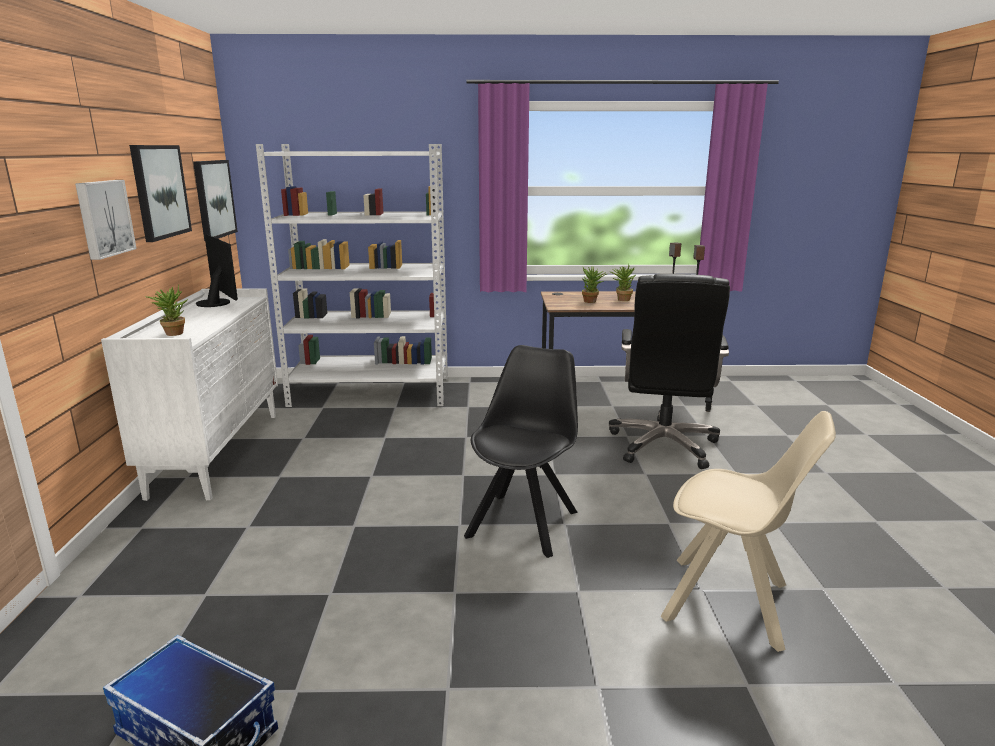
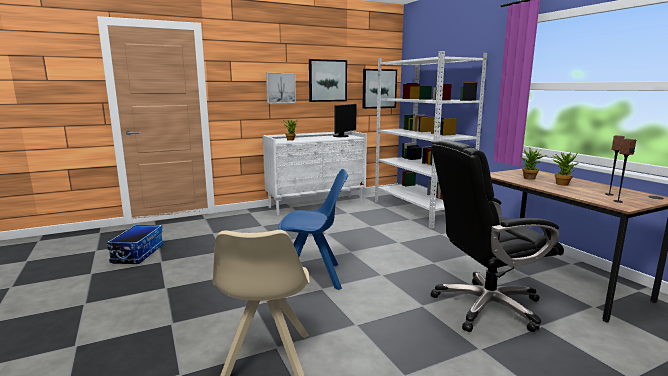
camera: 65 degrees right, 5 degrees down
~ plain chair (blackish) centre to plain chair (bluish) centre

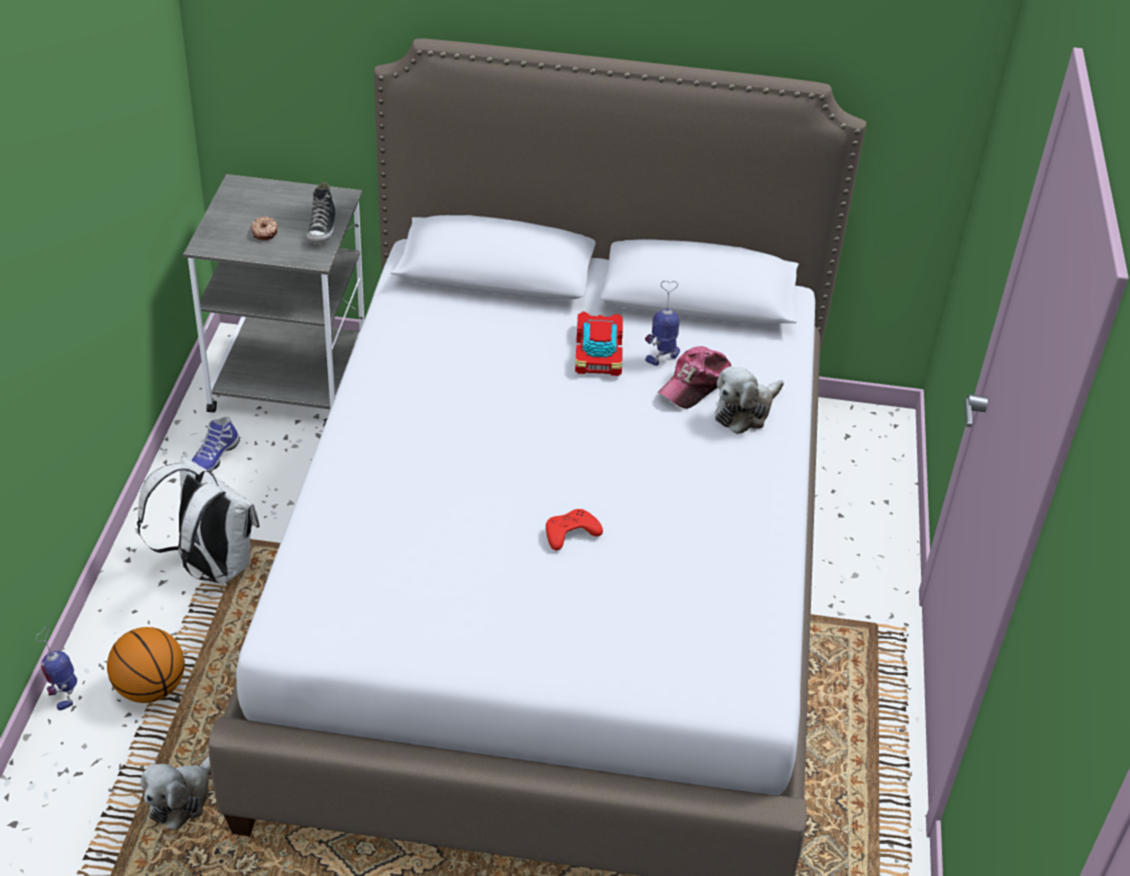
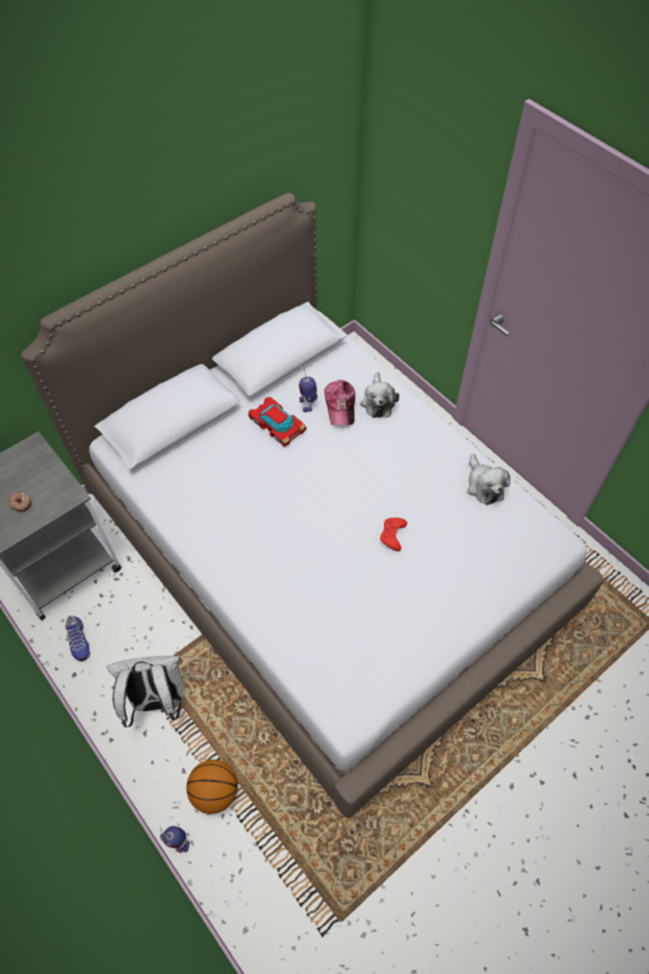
camera: 45 degrees left, 15 degrees up
~ plush toy (1st from left in the first image) bottom left to plush toy (2nd from left) middle right
- item of footwear (2nd from left) top left

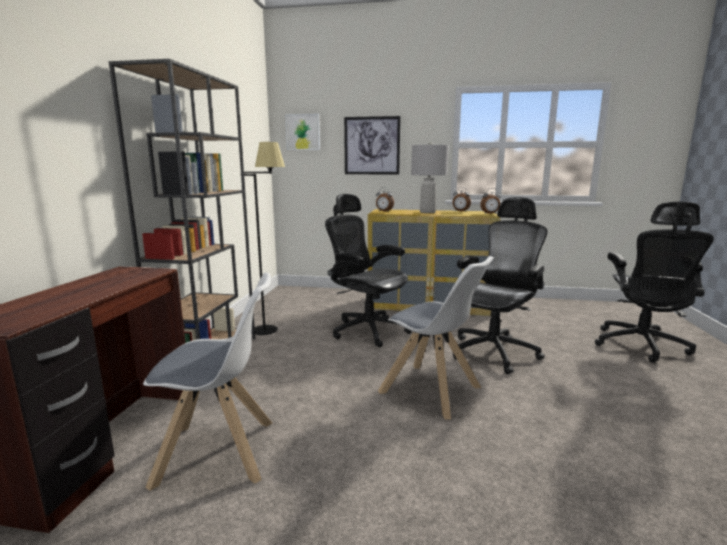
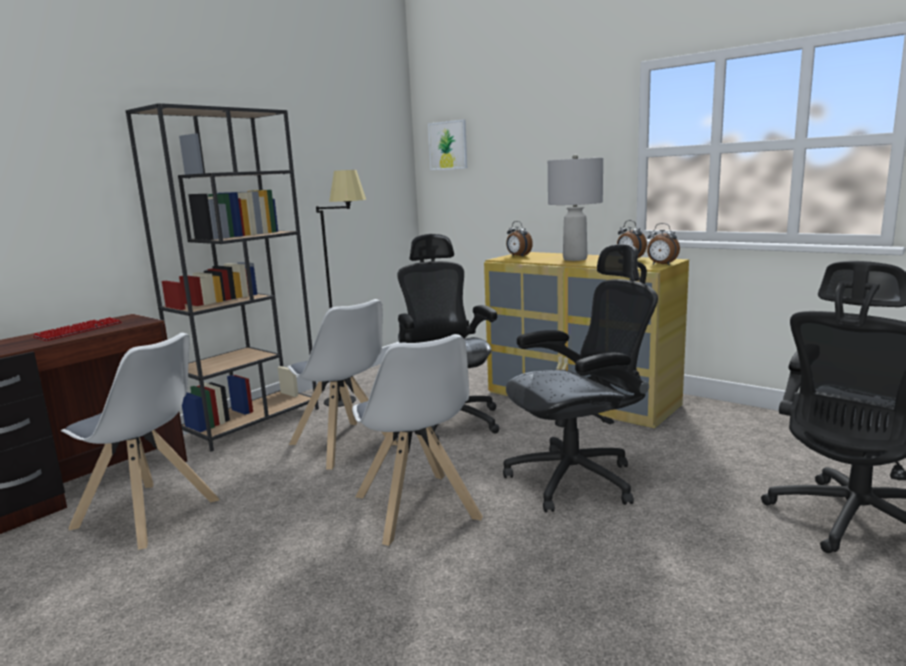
camera: 30 degrees right, 0 degrees up
- picture (2nd from left) top centre
+ keyboard middle left
+ plain chair (2nd from left) centre

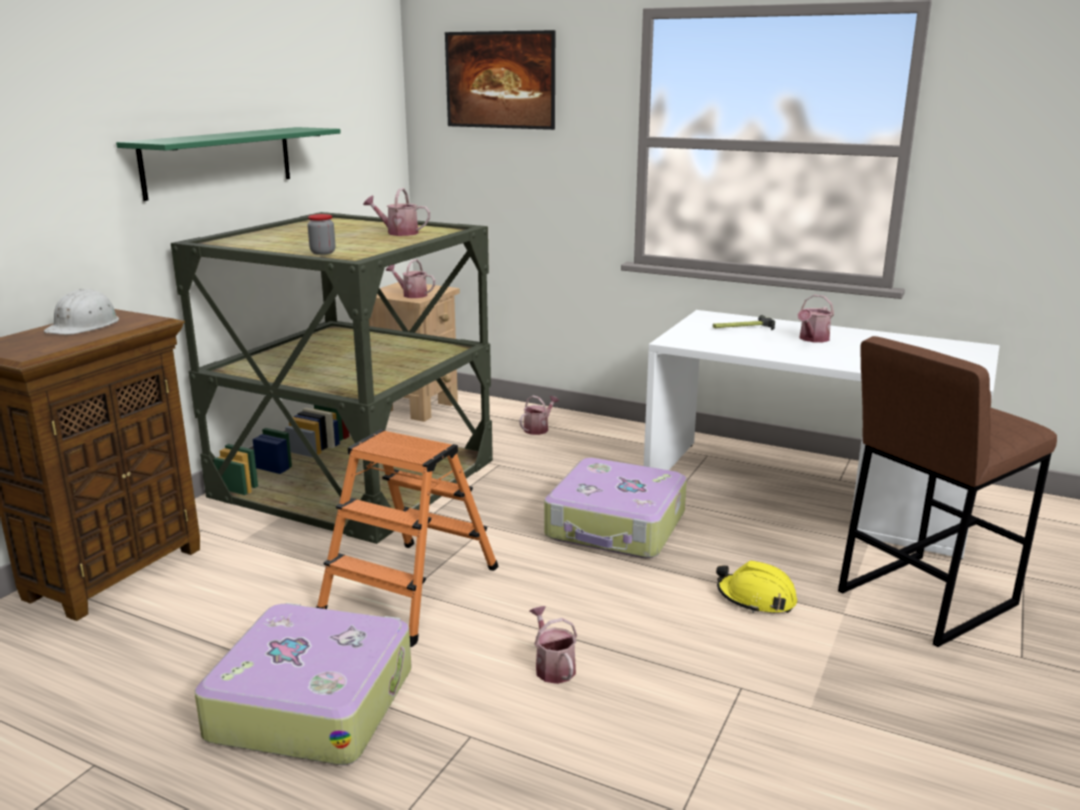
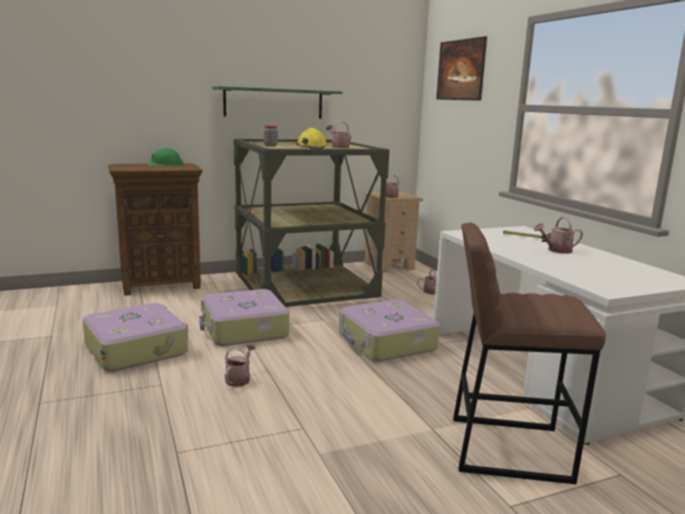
camera: 40 degrees right, 5 degrees down
~ hard hat (white) middle left to hard hat (green-coloured) top left
~ stepladder (orange-coloured) centre to piece of luggage (2nd from left) centre
~ hard hat (yellow-coloured) bottom right to top centre

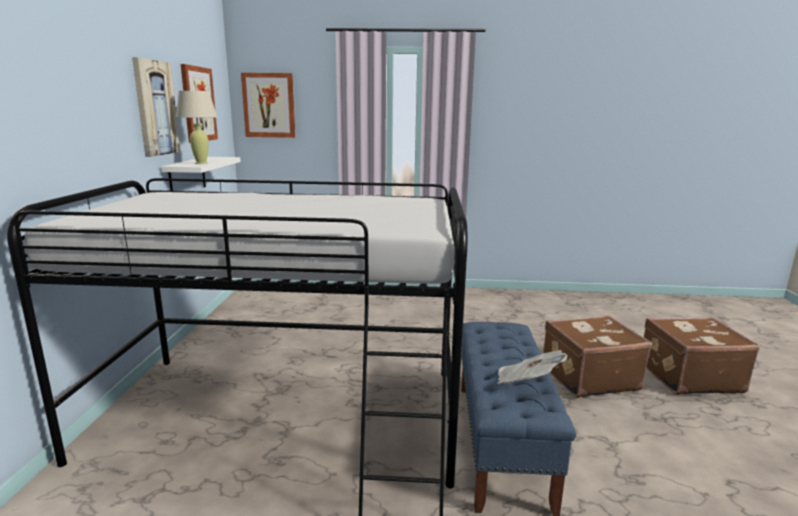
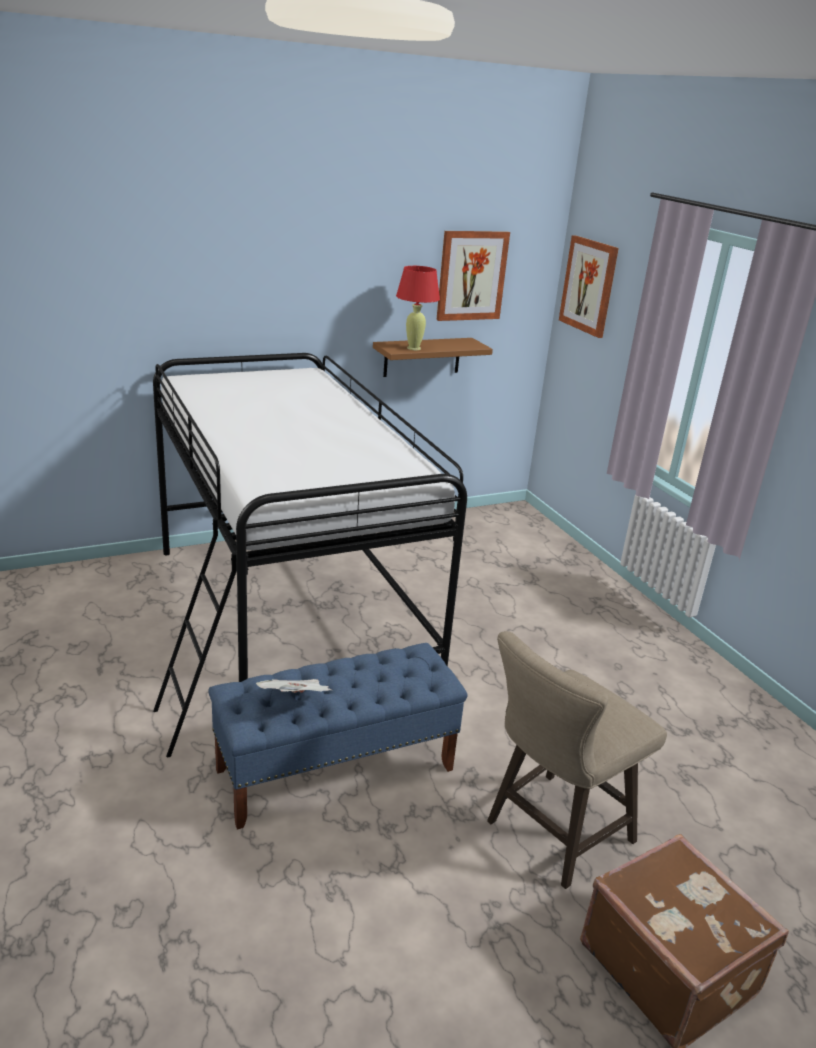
camera: 60 degrees right, 10 degrees up
- picture (1st from left) top left
~ wall shelf (white) middle left to wall shelf (brown-coloured) centre
~ table lamp (beige) top left to table lamp (red) top centre
~ piece of luggage (brown-coloured) (1st from left) bottom right to sitting stool (beige) bottom right

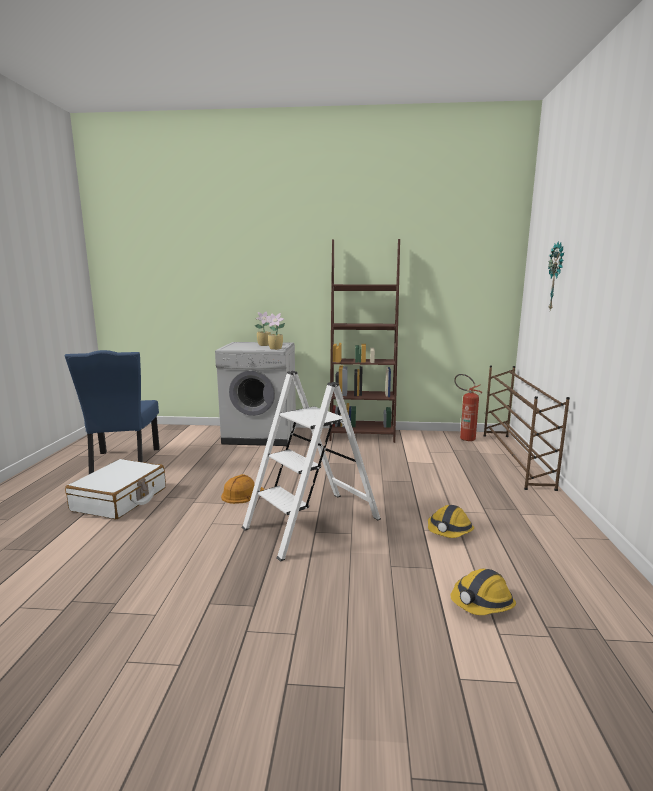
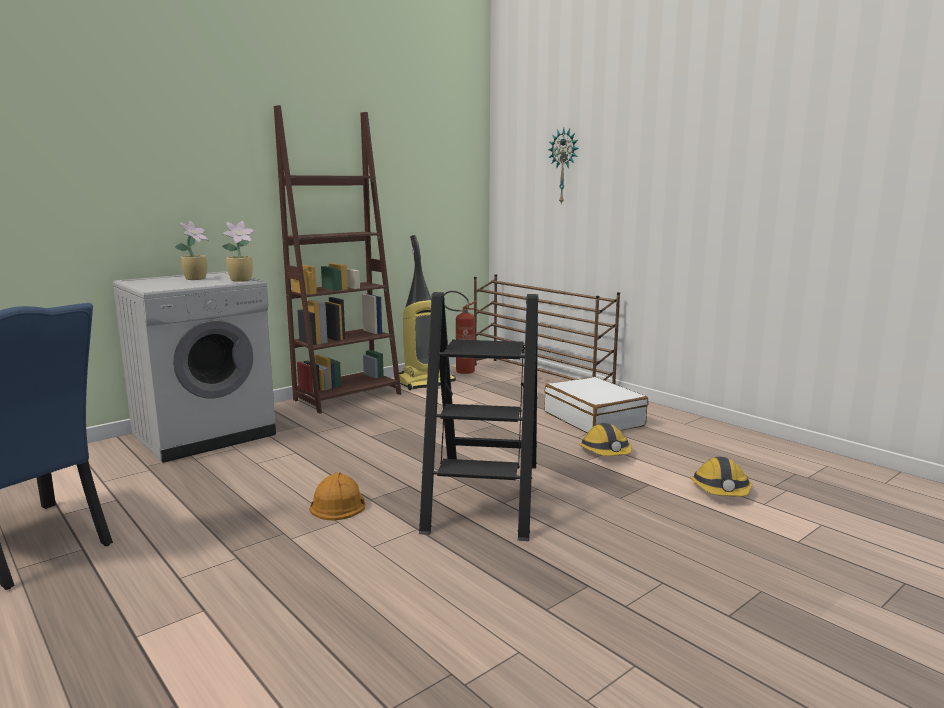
camera: 45 degrees left, 0 degrees up
~ piece of luggage (white) middle left to centre
~ stepladder (white) centre to stepladder (blackish) centre
+ hoover centre

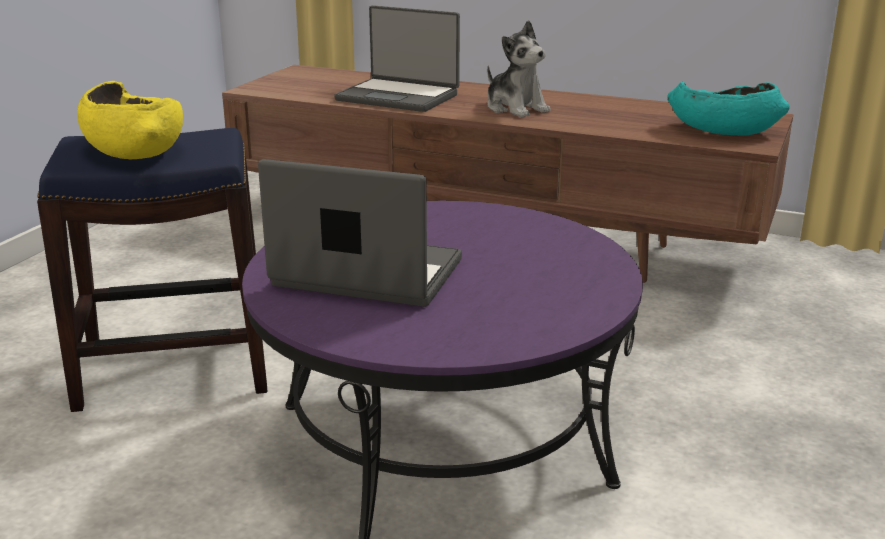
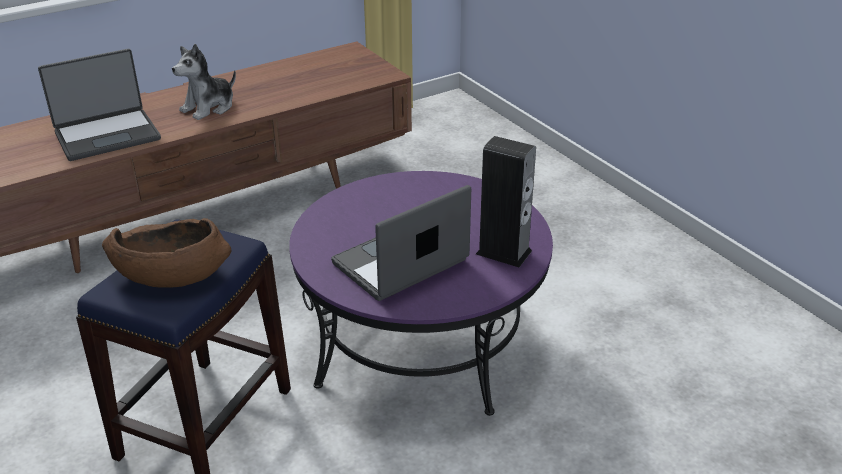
camera: 55 degrees left, 10 degrees up
~ deep dish (yellow-coloured) top left to deep dish (brown-coloured) middle left
~ plush toy top centre = top left 135 degrees clockwise
- deep dish (turquoise-coloured) top right
+ loudspeaker centre

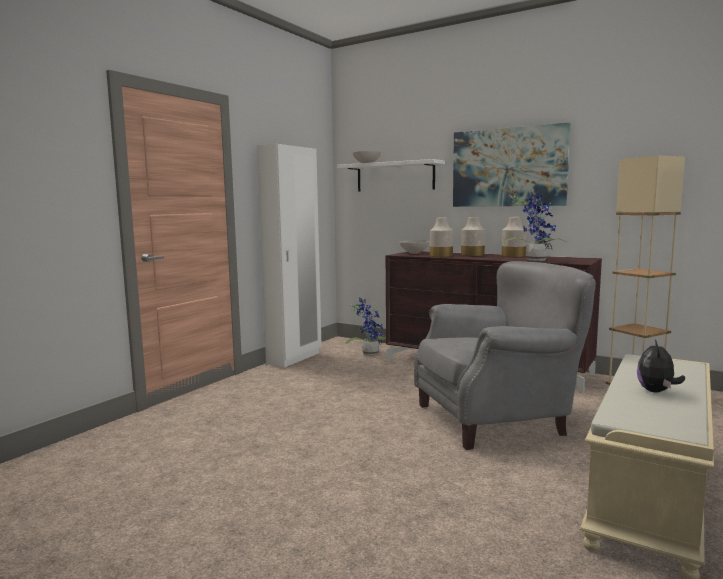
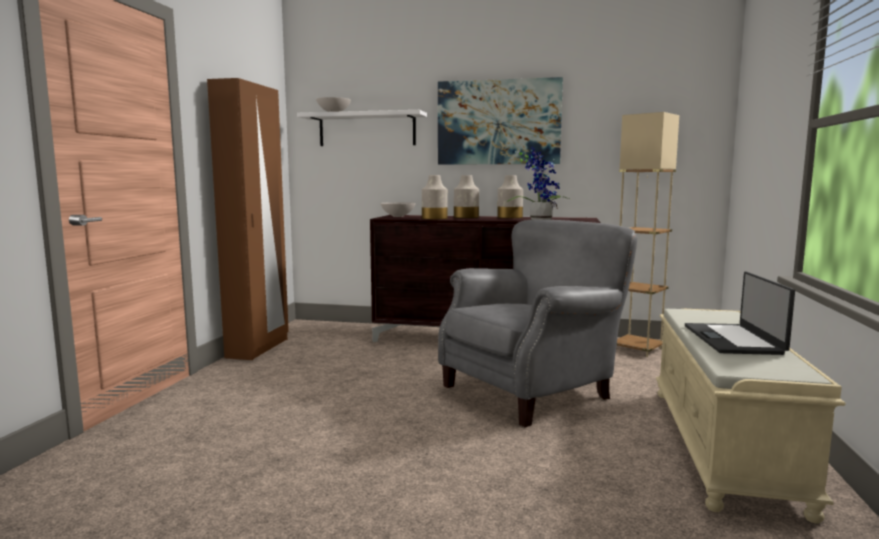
camera: 20 degrees left, 0 degrees up
~ wardrobe (white) centre to wardrobe (brown-coloured) middle left
- plant in a pot (1st from left) centre
~ plush toy middle right to notebook computer middle right

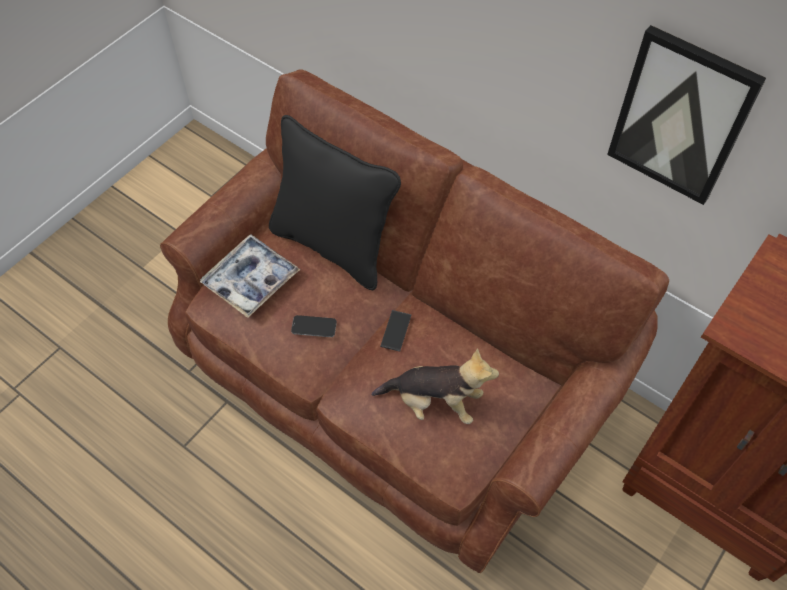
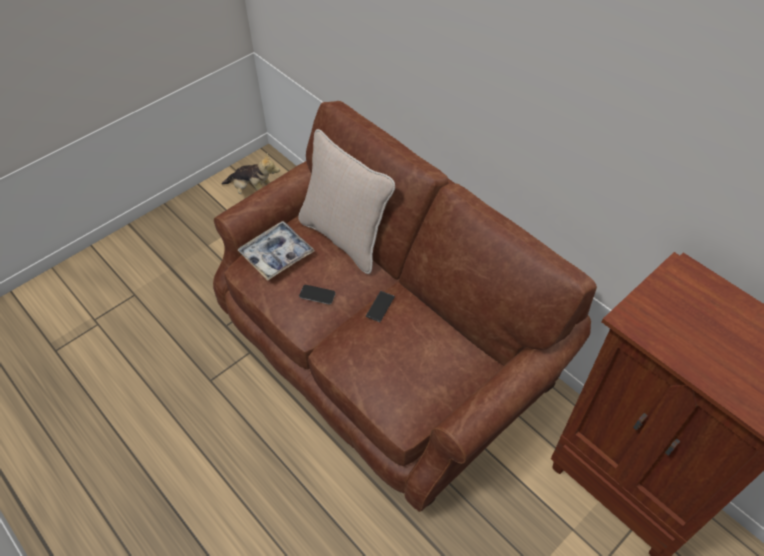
camera: 10 degrees right, 5 degrees down
~ throw pillow (blackish) centre to throw pillow (beige) centre
~ plush toy centre to top left
- picture top right

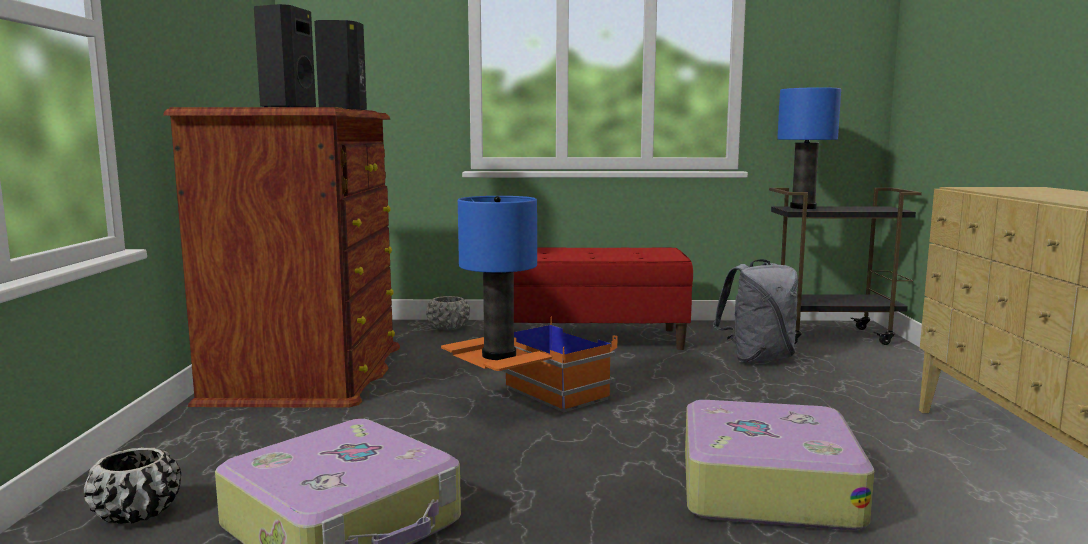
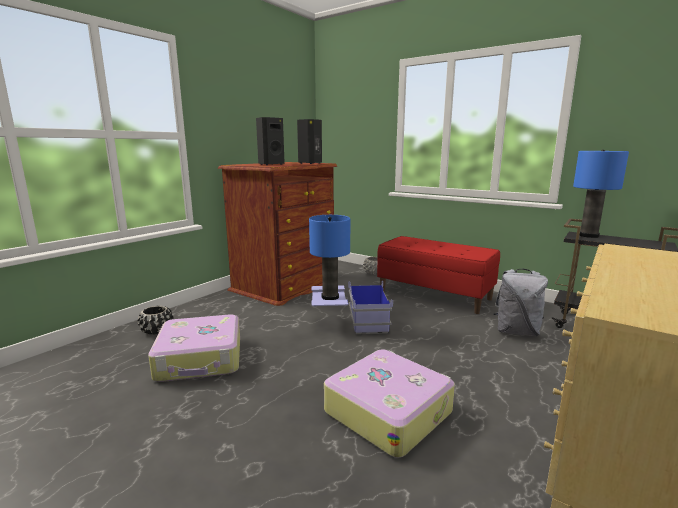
camera: 35 degrees right, 5 degrees up
~ storage bin (orange-coloured) bottom centre to storage bin (bluish) centre

